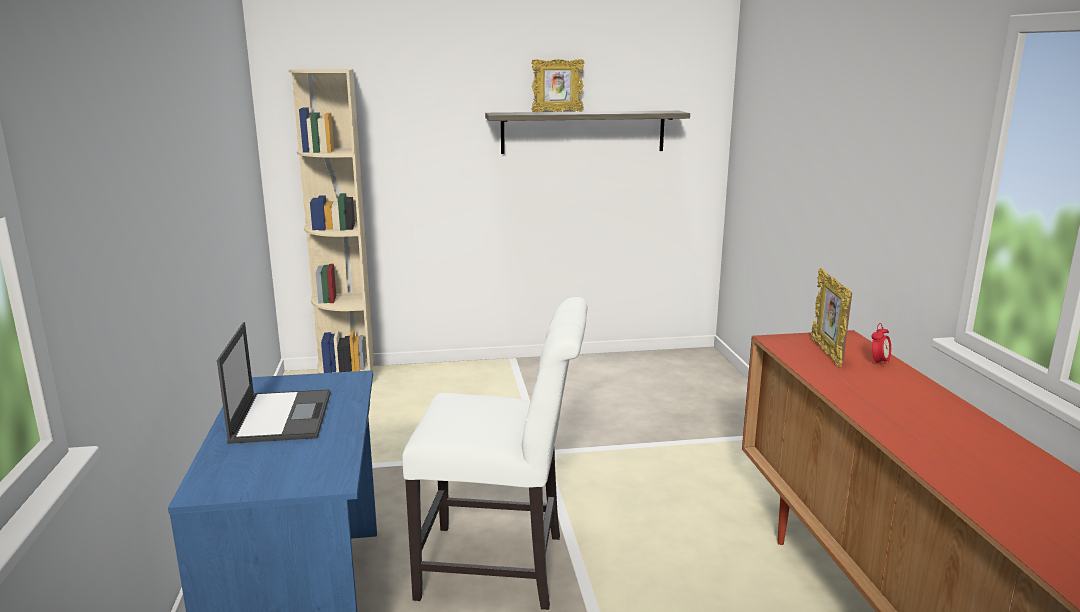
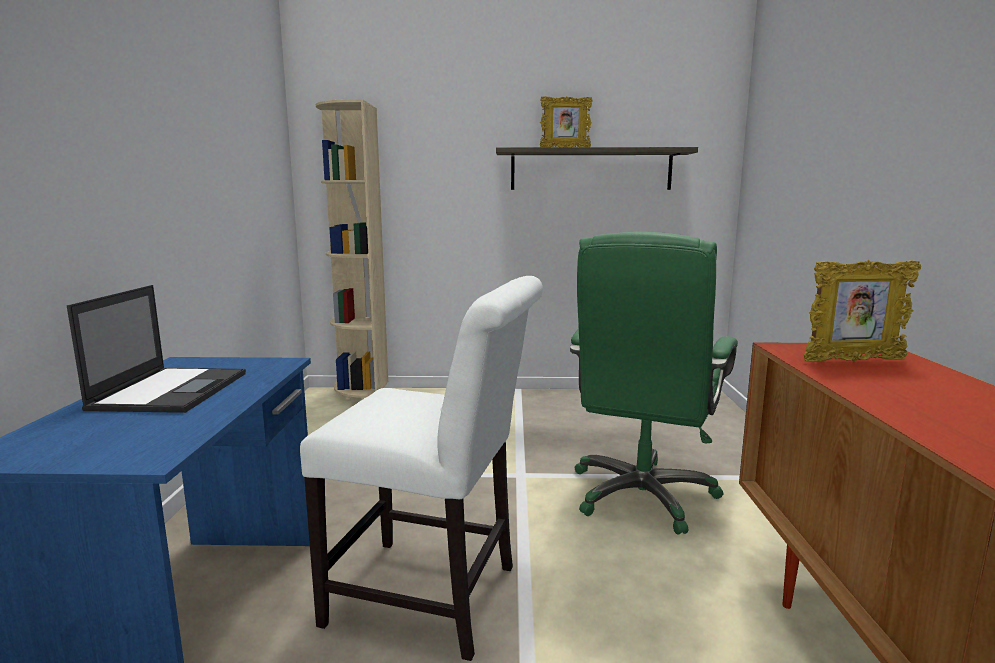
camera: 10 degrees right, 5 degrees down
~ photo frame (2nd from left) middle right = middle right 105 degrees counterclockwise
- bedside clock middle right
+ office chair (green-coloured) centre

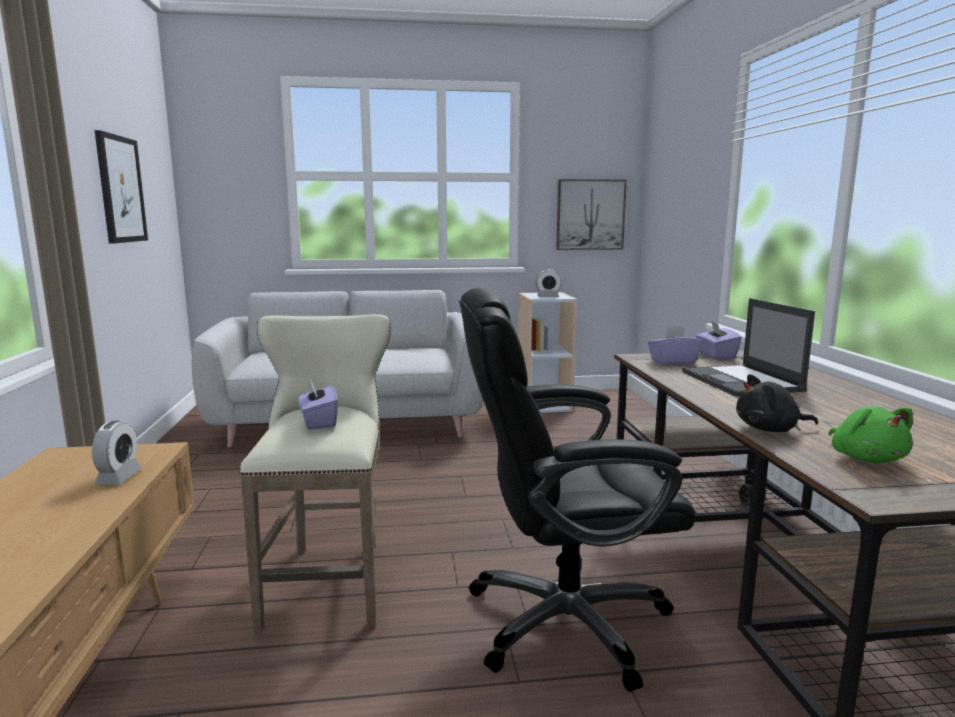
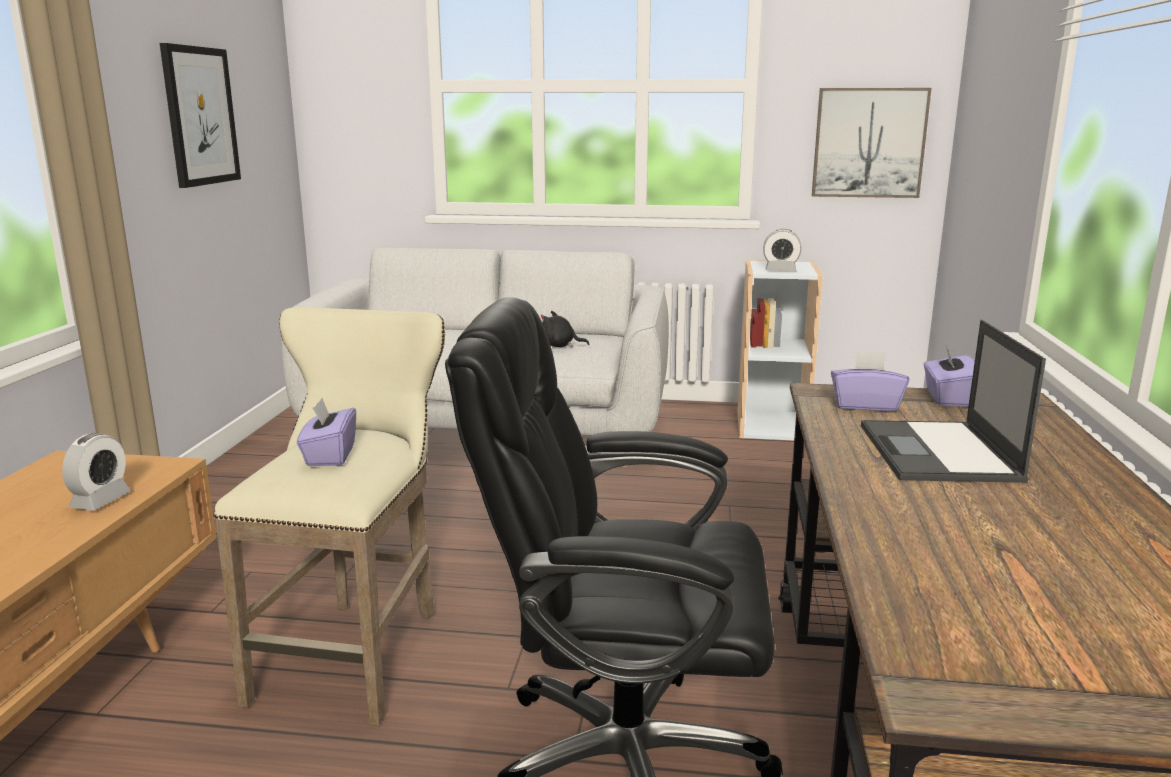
camera: 15 degrees right, 5 degrees up
~ plush toy (blackish) middle right to centre
- plush toy (green-coloured) middle right

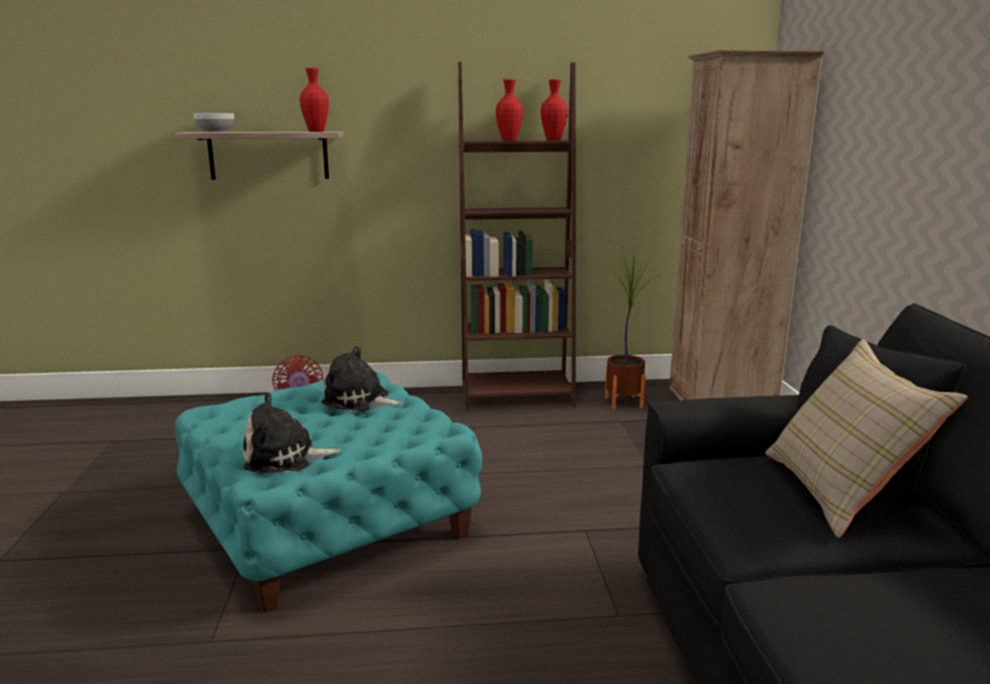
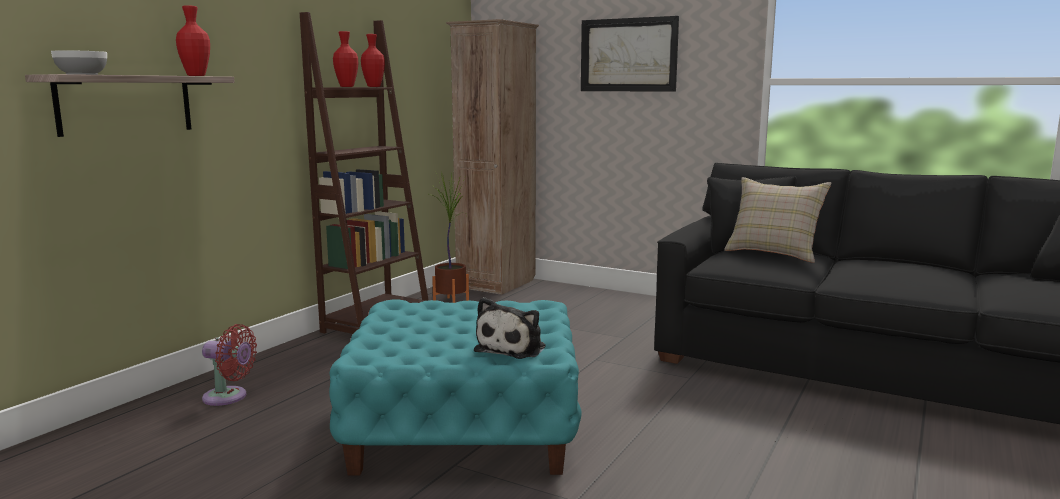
camera: 55 degrees left, 5 degrees down
- plush toy (2nd from left) centre
+ picture top centre

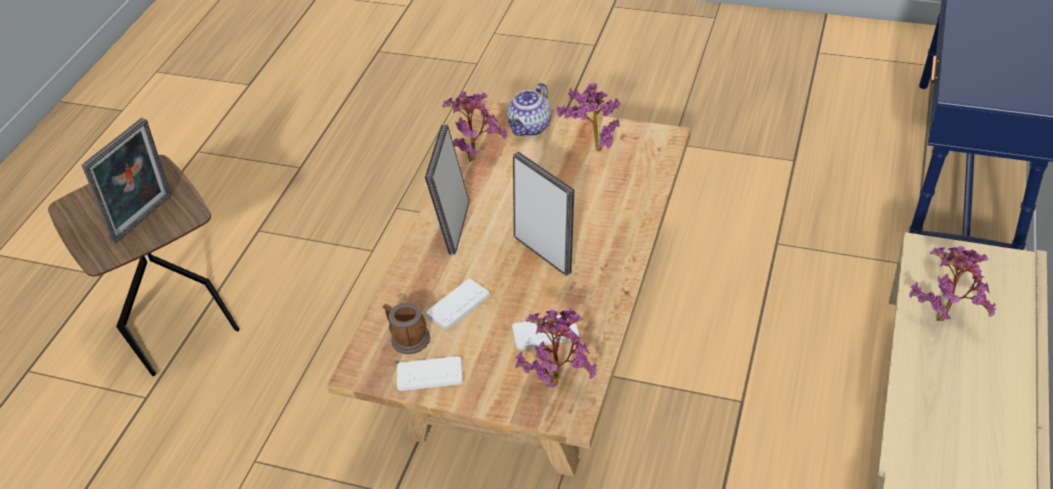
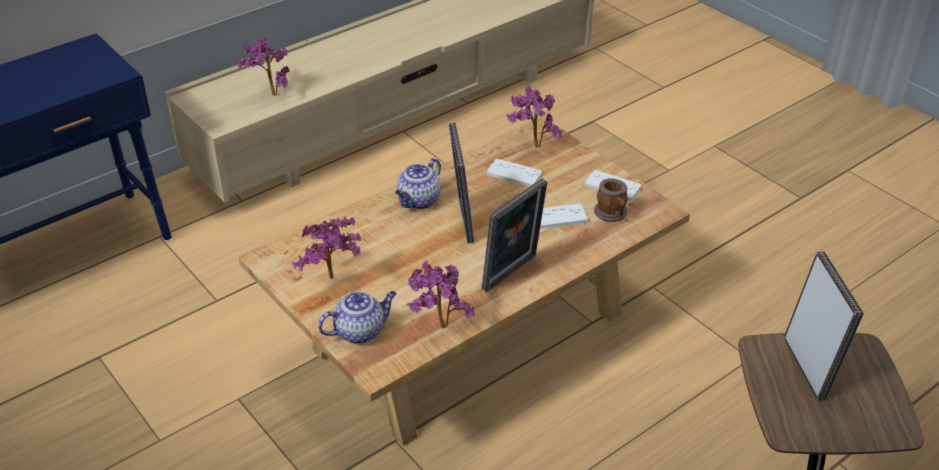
camera: 150 degrees left, 5 degrees down
~ photo frame (1st from left in the first image) middle left = bottom right 105 degrees clockwise
+ teapot (2nd from left) centre

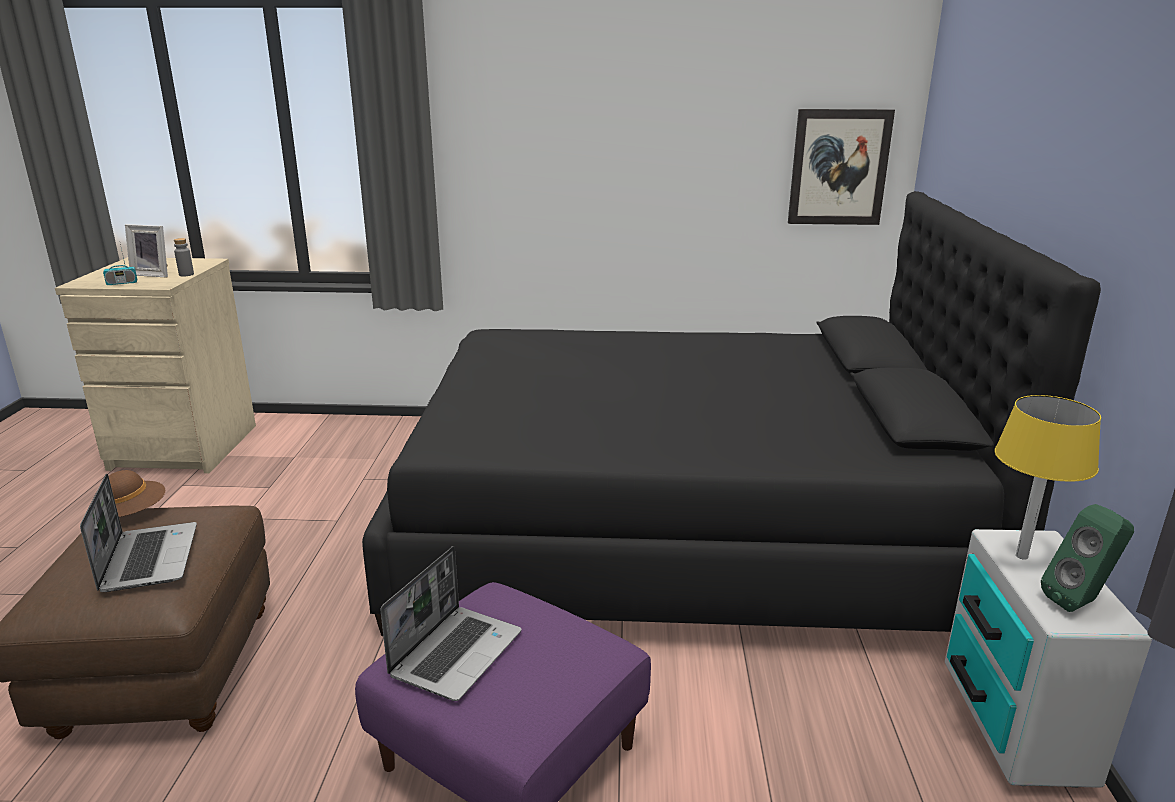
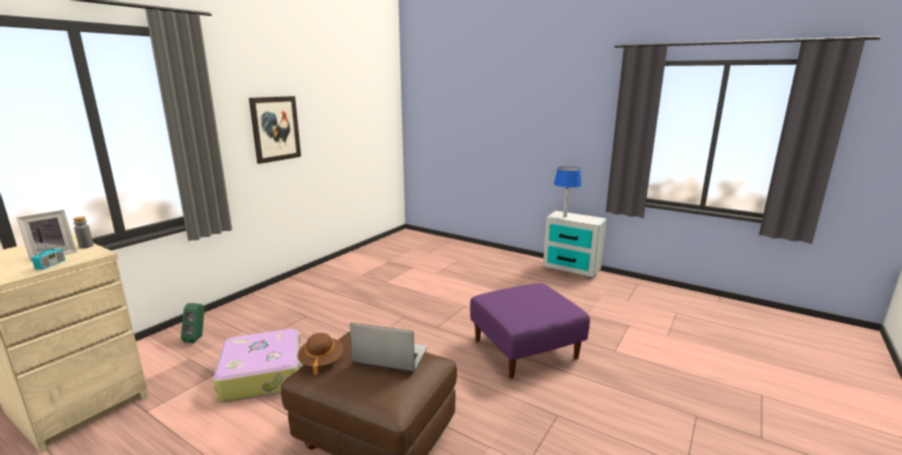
camera: 60 degrees left, 5 degrees down
- sleeping bed (blackish) centre
- notebook computer (2nd from left) bottom centre
~ picture top right to top left
~ table lamp (yellow-coloured) middle right to table lamp (bluish) centre
~ loudspeaker (green-coloured) bottom right to bottom left
+ piece of luggage bottom left

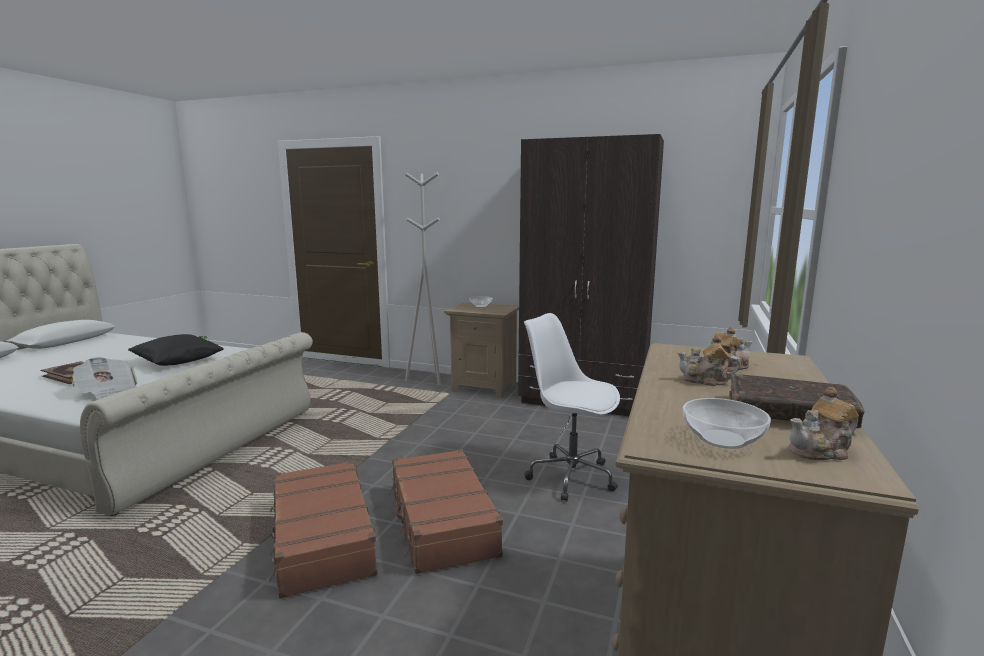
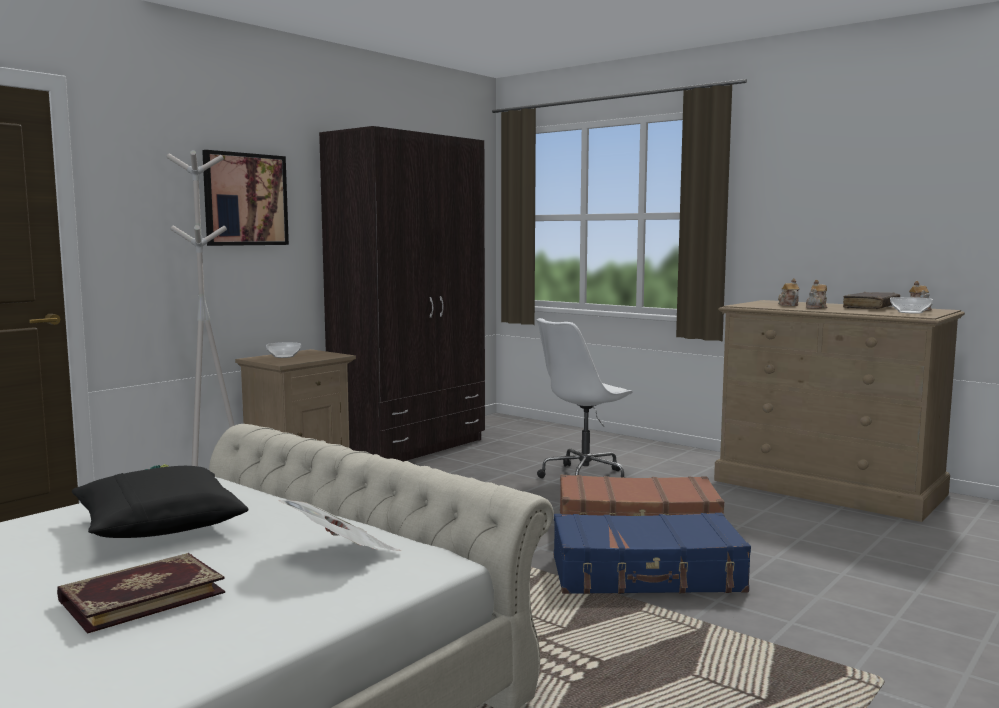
camera: 70 degrees left, 5 degrees down
~ piece of luggage (brown-coloured) (1st from left) bottom left to piece of luggage (bluish) bottom centre
+ picture top left

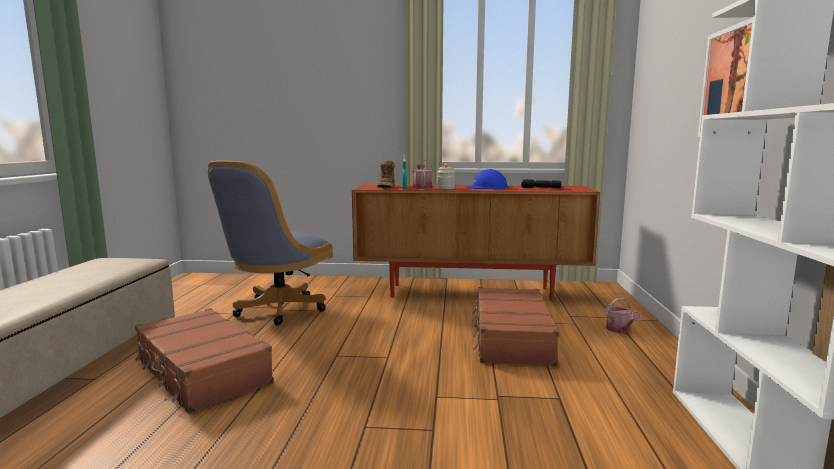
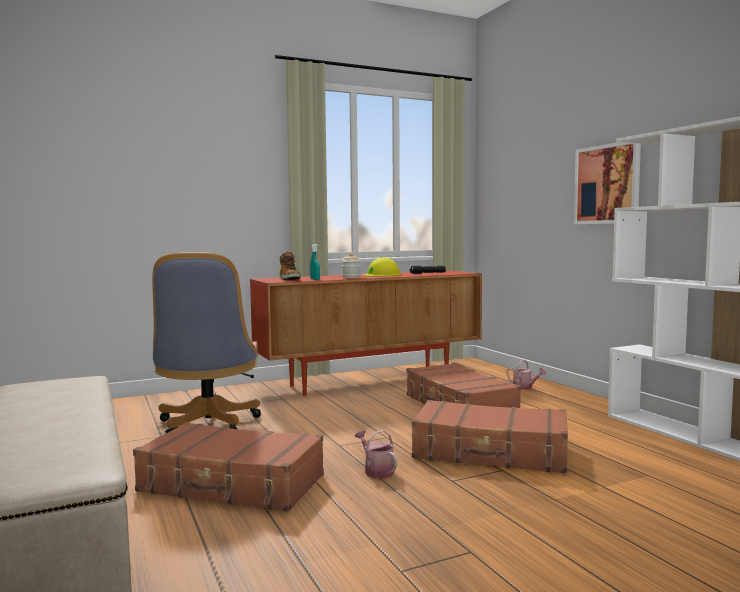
camera: 30 degrees left, 5 degrees down
~ watering can (1st from left) centre to bottom centre
~ hard hat (bluish) centre to hard hat (yellow-coloured) centre
+ piece of luggage (brown-coloured) (3rd from left) bottom centre

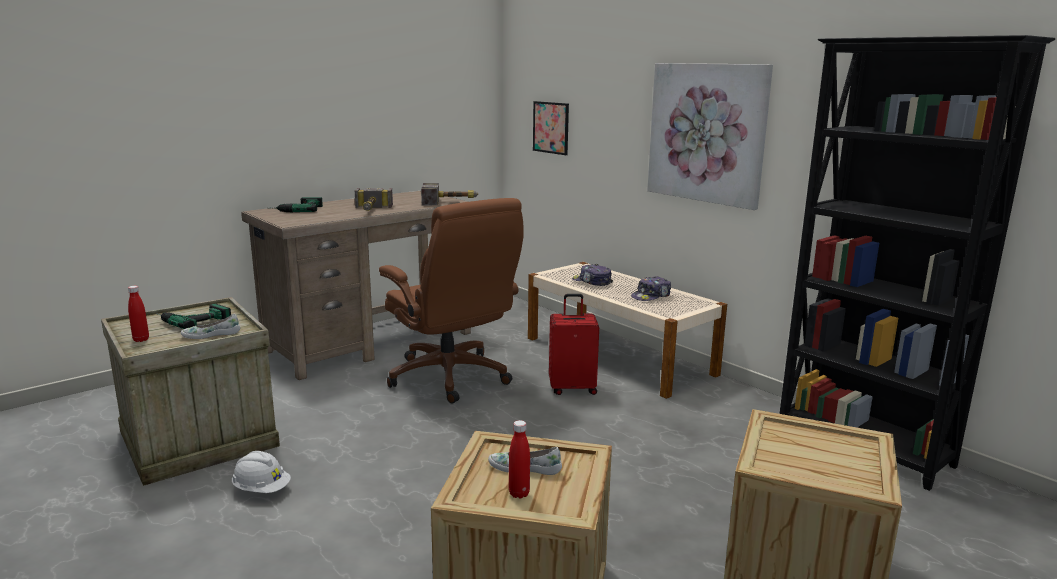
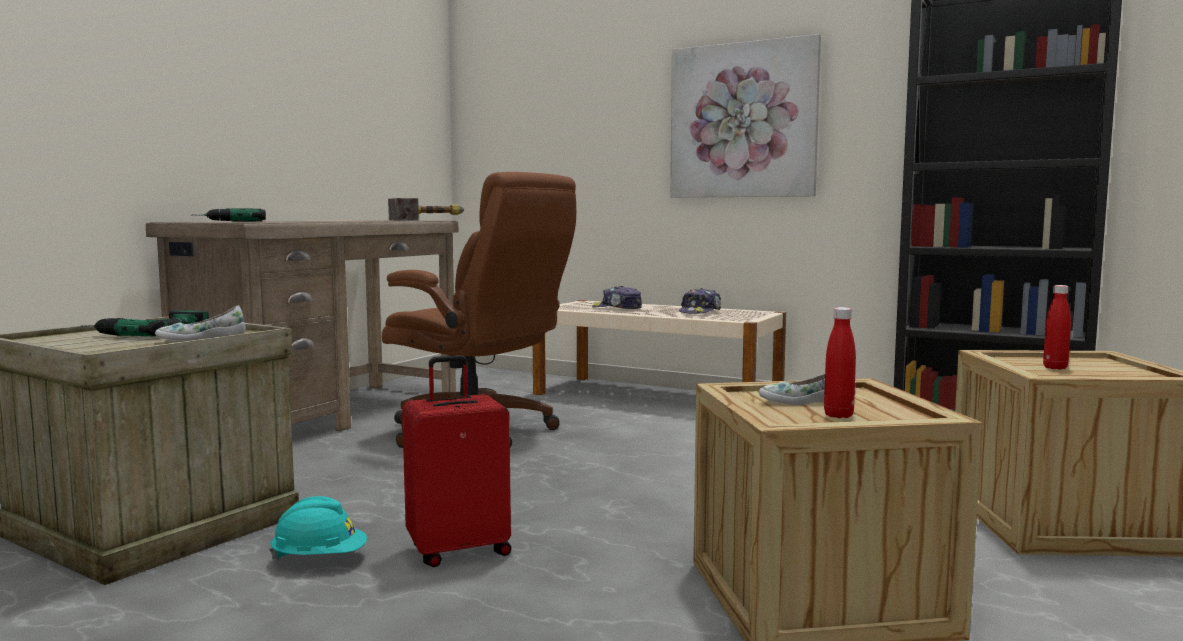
camera: 20 degrees left, 10 degrees down
~ bottle (red) (1st from left in the first image) middle left to bottle (red) (2nd from left) middle right
~ hard hat (white) bottom left to hard hat (turquoise-coloured) bottom left
- hand hammer (1st from left) centre
- picture (1st from left) top centre
~ piece of luggage (red) centre to bottom centre

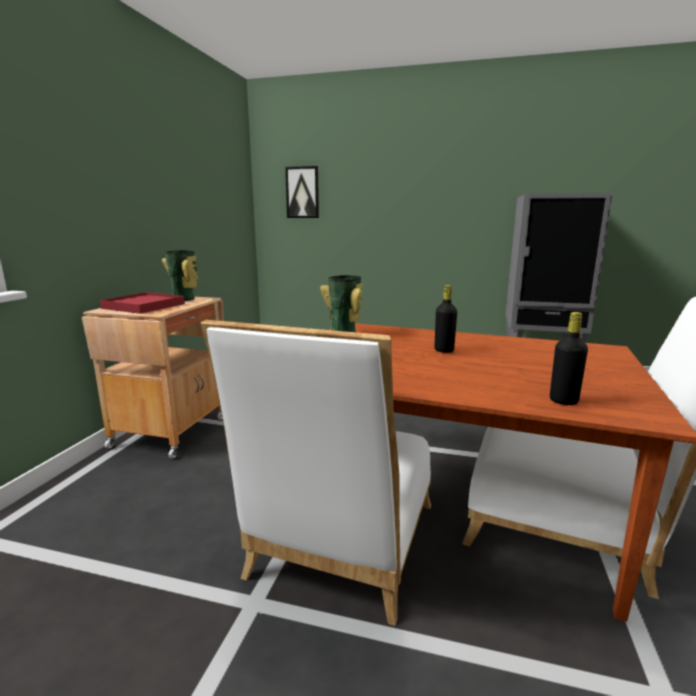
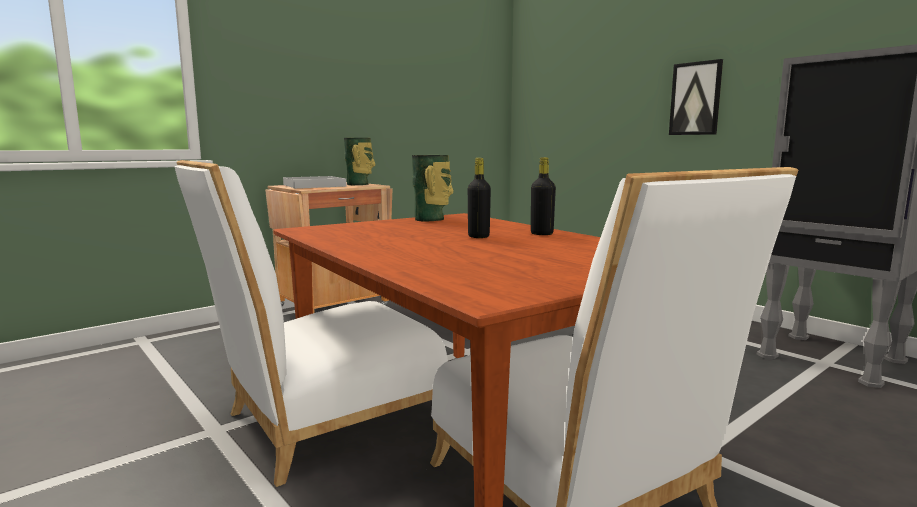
camera: 35 degrees right, 5 degrees down
~ tray (red) middle left to tray (white) centre
~ picture top centre to top right
~ bottle (blackish) (2nd from left) middle right to centre

